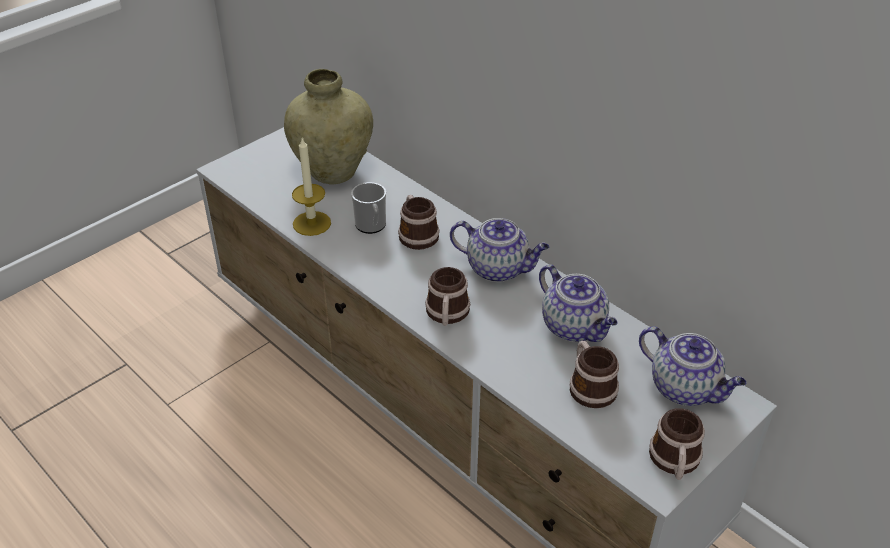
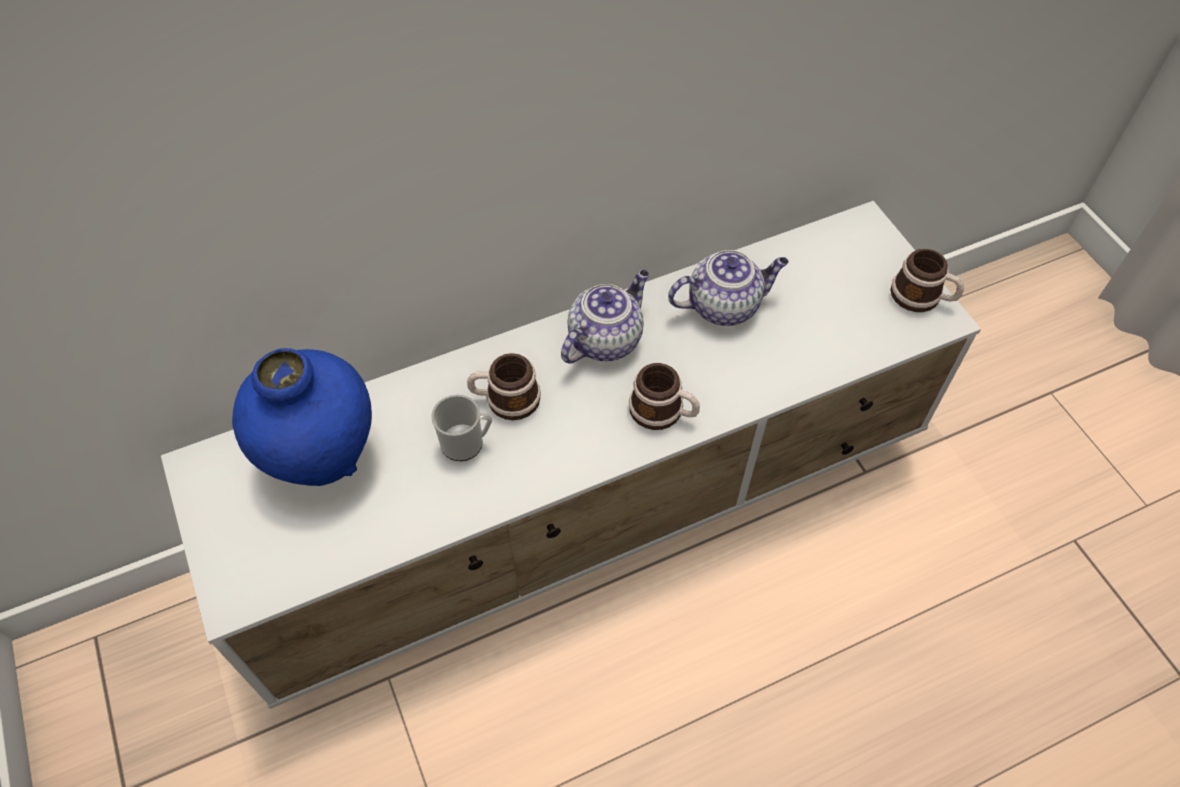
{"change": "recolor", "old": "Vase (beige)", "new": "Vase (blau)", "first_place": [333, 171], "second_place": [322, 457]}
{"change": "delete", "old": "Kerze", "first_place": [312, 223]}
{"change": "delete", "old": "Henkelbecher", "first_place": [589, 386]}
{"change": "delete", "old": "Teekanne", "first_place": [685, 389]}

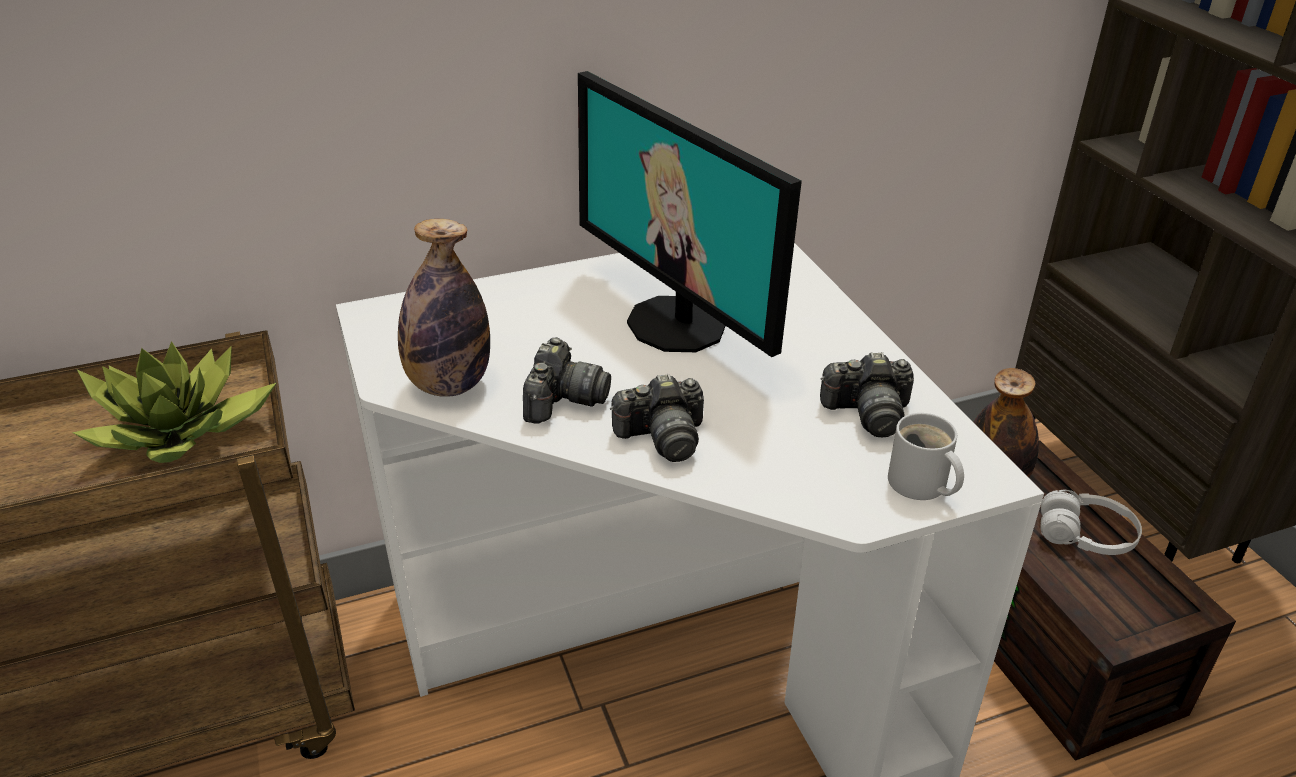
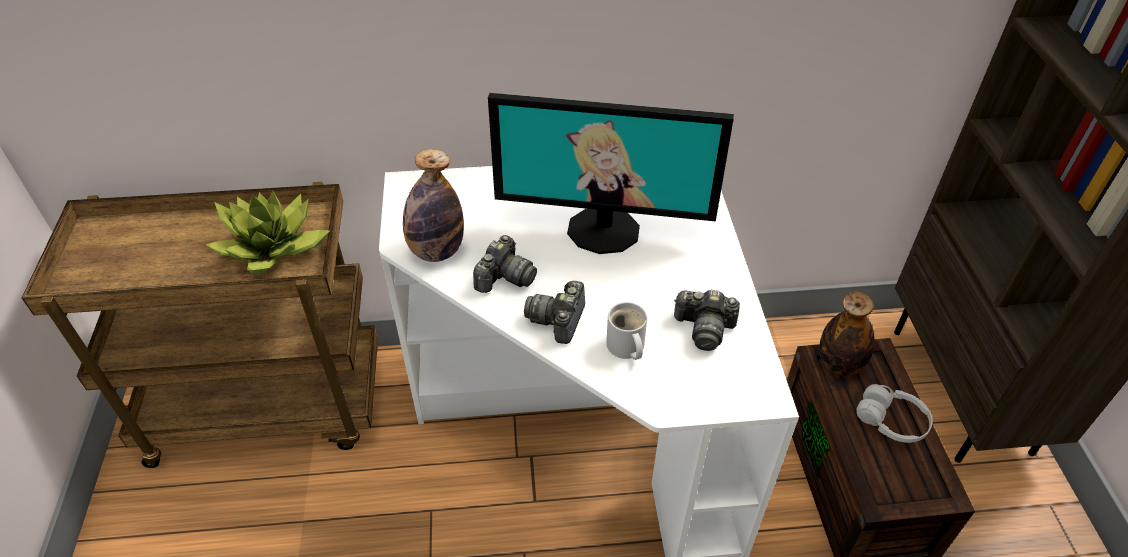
{"change": "rotate", "old": "Monitor", "first_place": [678, 324], "second_place": [604, 229], "degrees": -60}
{"change": "rotate", "old": "Kamera", "first_place": [662, 438], "second_place": [558, 320], "degrees": 105}
{"change": "move", "old": "Henkelbecher (weiß)", "first_place": [920, 485], "second_place": [625, 347]}

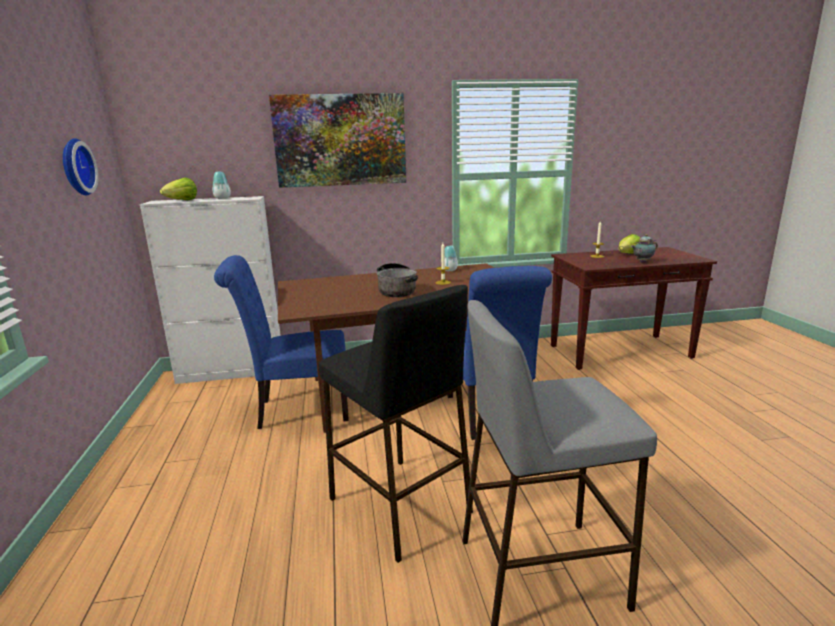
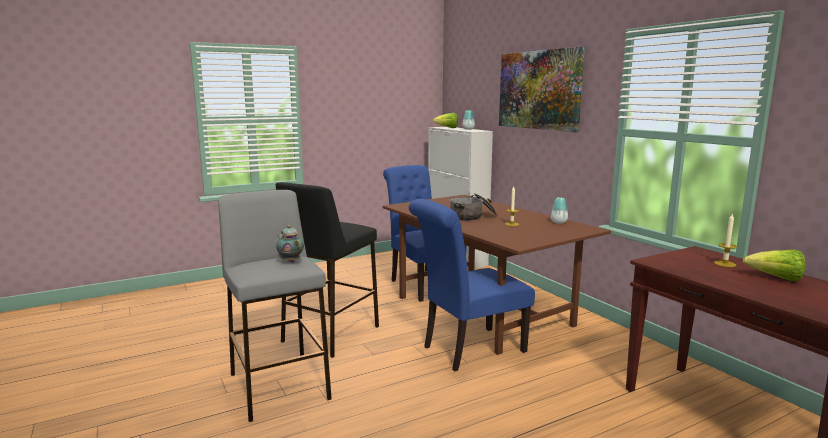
{"change": "delete", "old": "Wanduhr", "first_place": [75, 167]}
{"change": "move", "old": "Teekanne", "first_place": [642, 262], "second_place": [290, 261]}

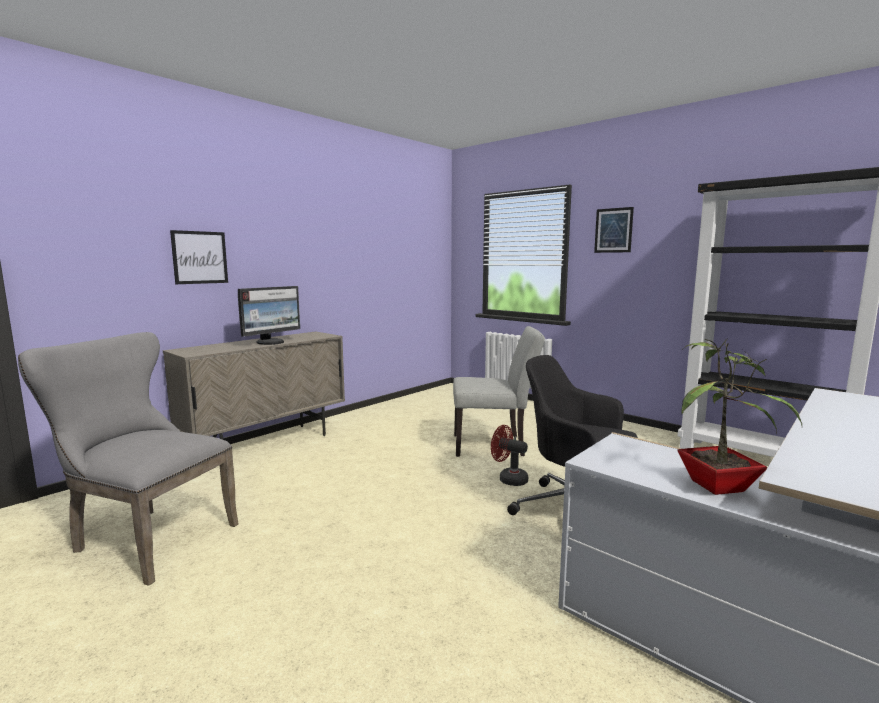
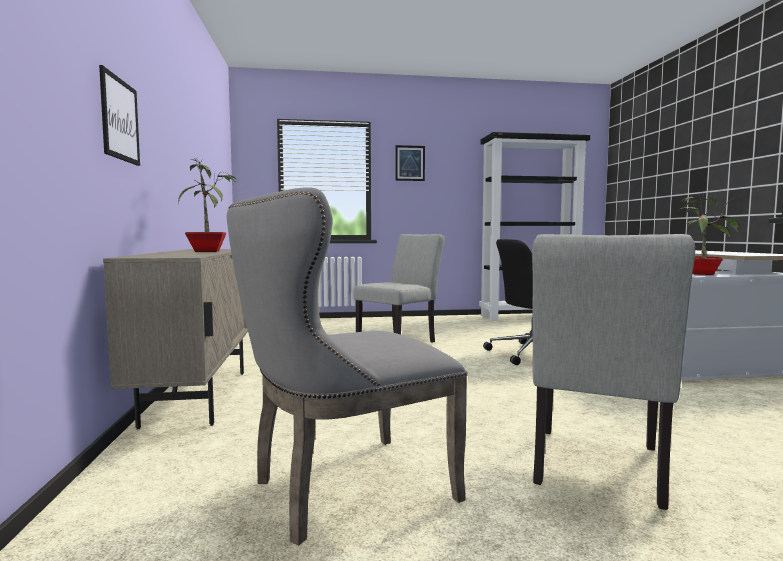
{"change": "replace", "old": "Monitor", "new": "Topfpflanze", "first_place": [271, 342], "second_place": [209, 251]}
{"change": "delete", "old": "Ventilator (rot)", "first_place": [508, 479]}
{"change": "insert", "new": "Stuhl (grau)", "second_place": [596, 470]}

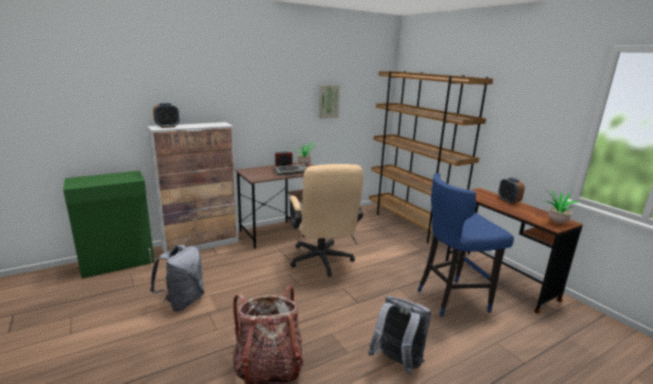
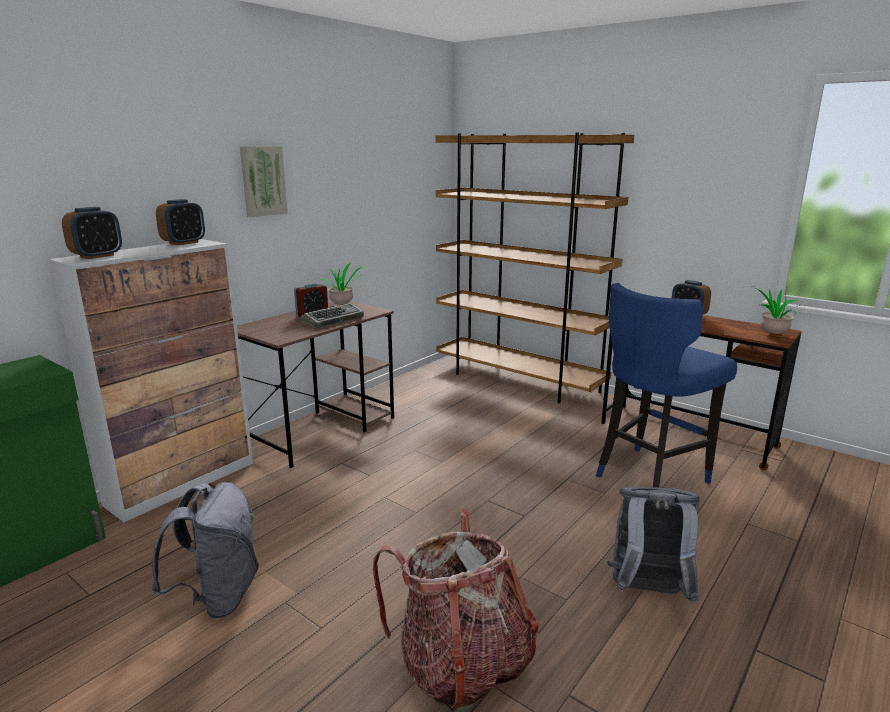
{"change": "delete", "old": "Bürostuhl (beige)", "first_place": [322, 262]}
{"change": "move", "old": "Bild", "first_place": [328, 101], "second_place": [262, 181]}
{"change": "insert", "new": "Wecker", "second_place": [184, 243]}

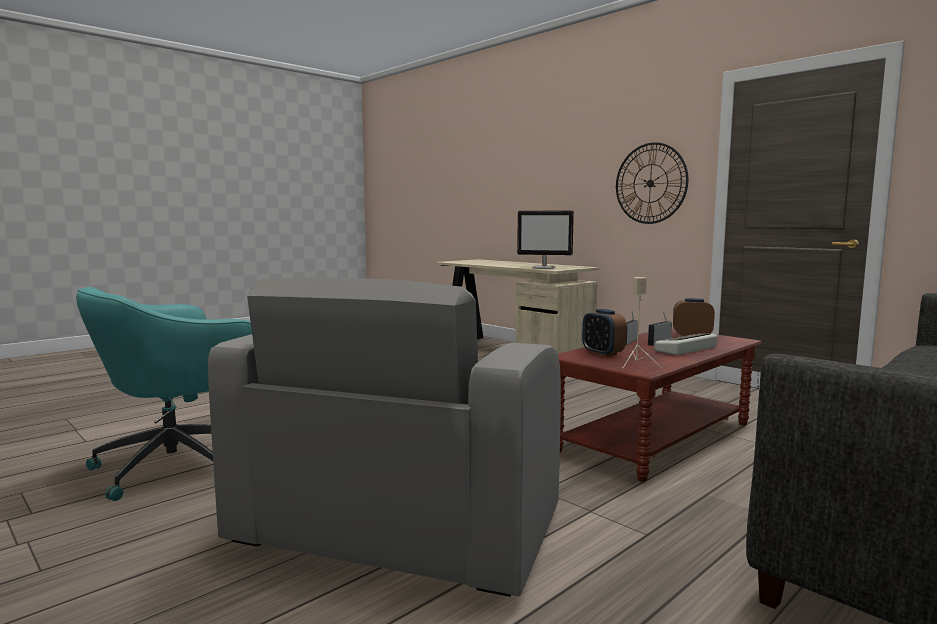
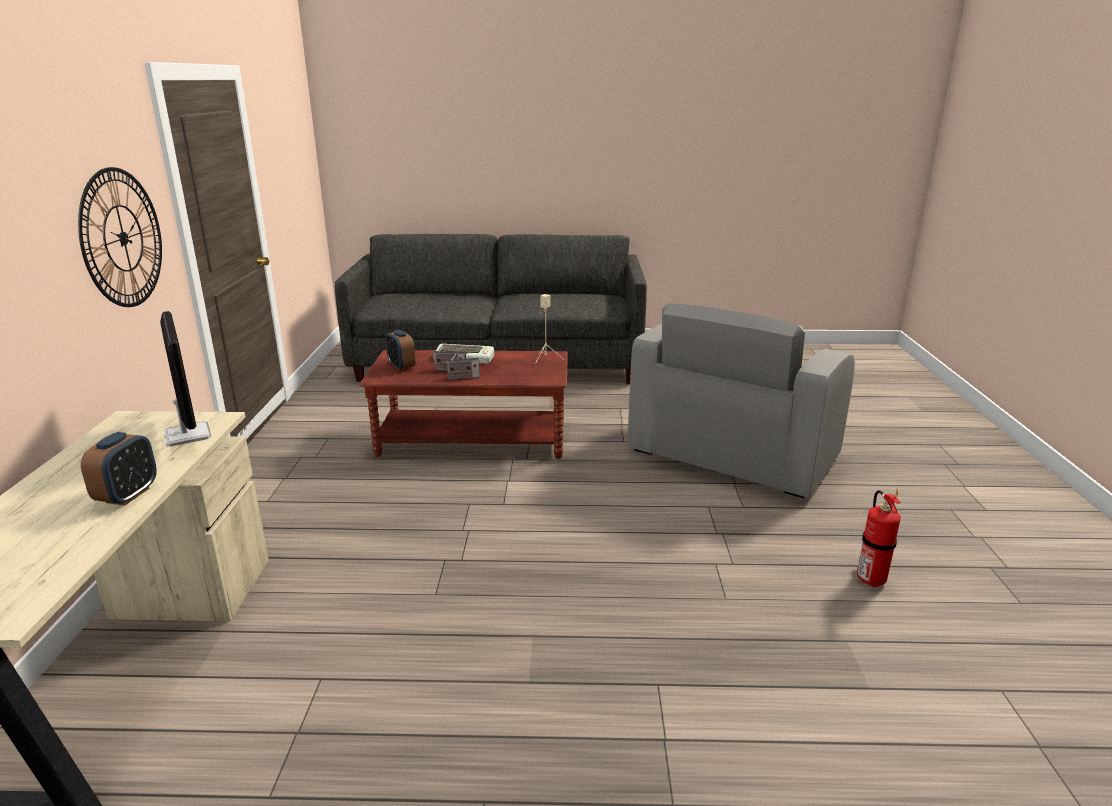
{"change": "replace", "old": "Bürostuhl (türkis)", "new": "Feuerlöscher", "first_place": [179, 464], "second_place": [869, 579]}
{"change": "rotate", "old": "Sessel (grau)", "first_place": [398, 528], "second_place": [732, 454], "degrees": 150}
{"change": "move", "old": "Wecker", "first_place": [602, 353], "second_place": [128, 495]}

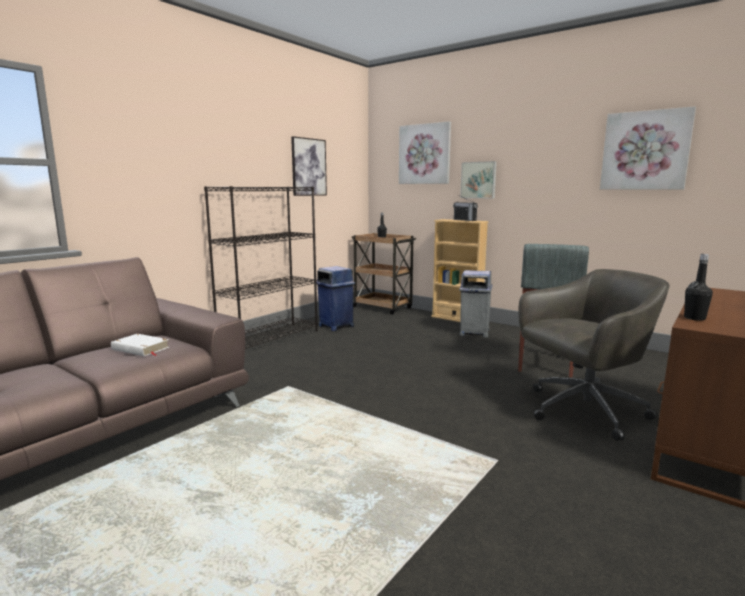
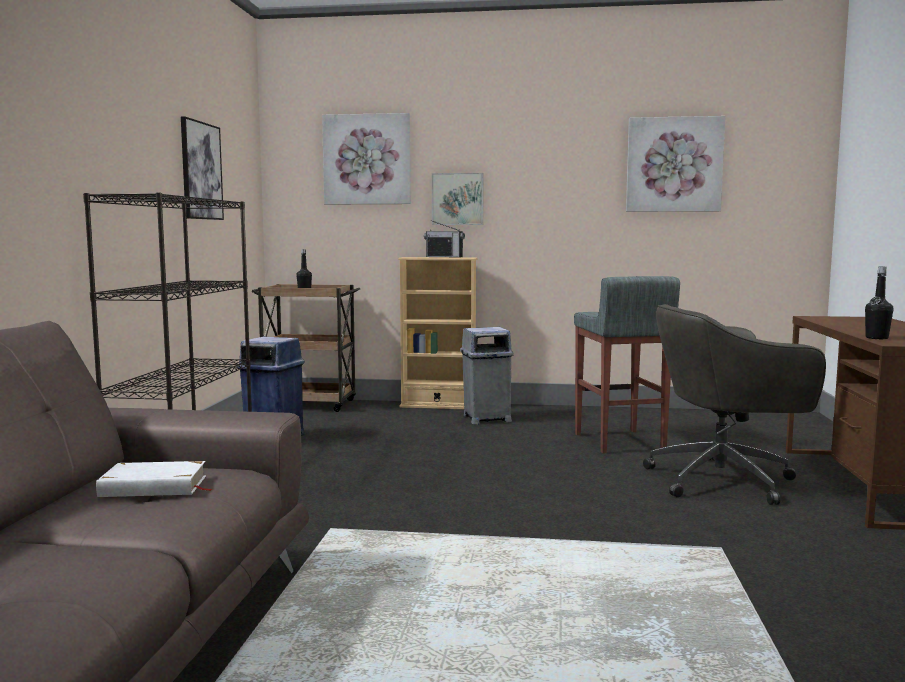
{"change": "rotate", "old": "Bürostuhl (grau)", "first_place": [582, 411], "second_place": [724, 480], "degrees": -135}

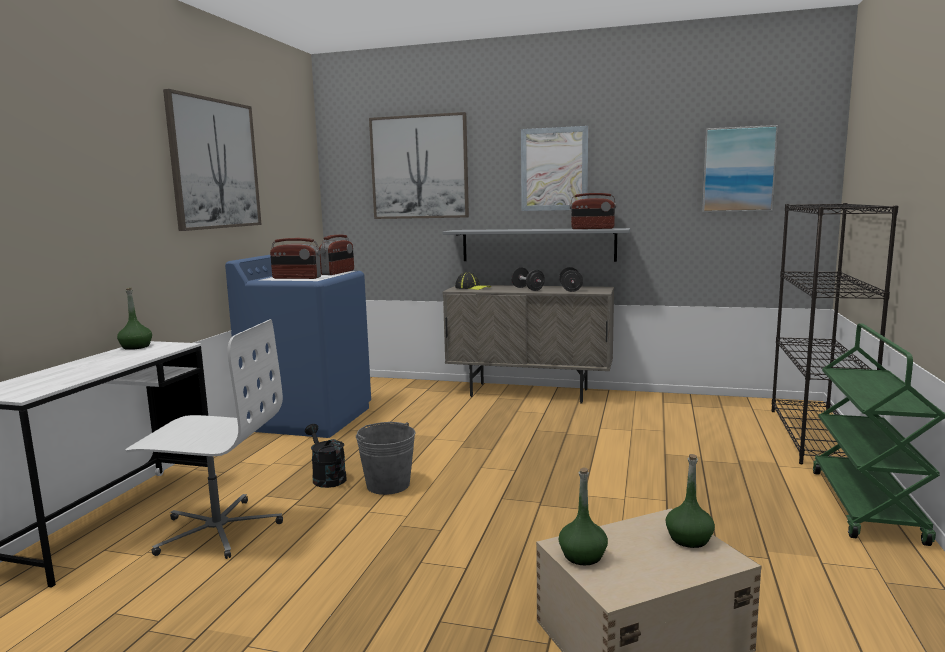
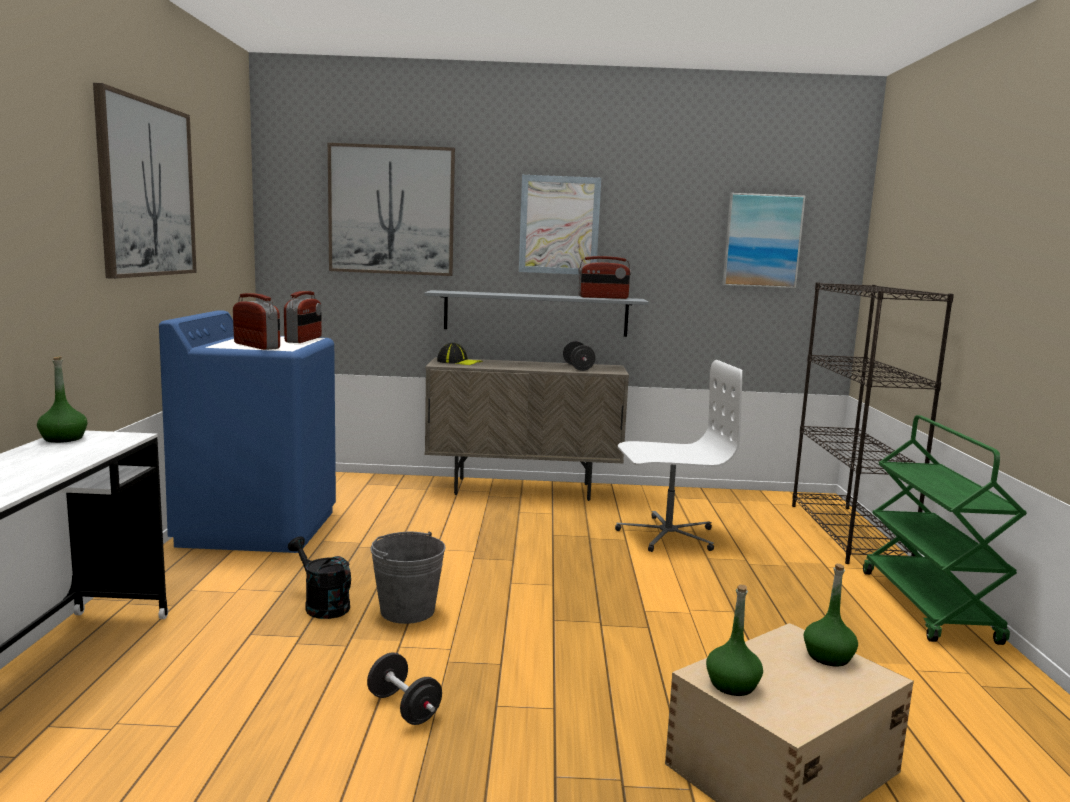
{"change": "move", "old": "Bürostuhl (weiß)", "first_place": [217, 529], "second_place": [667, 535]}
{"change": "rotate", "old": "Radio", "first_place": [296, 278], "second_place": [257, 346], "degrees": -135}
{"change": "move", "old": "Hantel (schwarz)", "first_place": [527, 289], "second_place": [404, 708]}

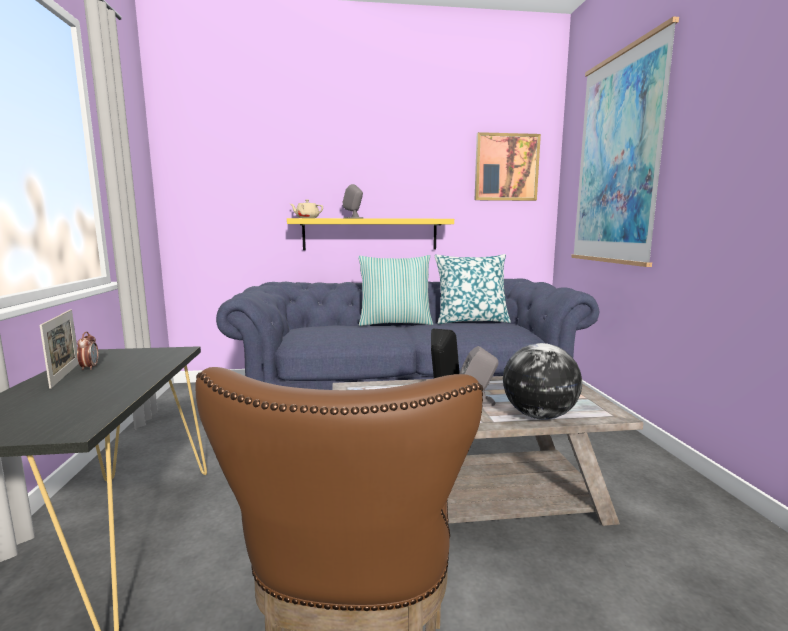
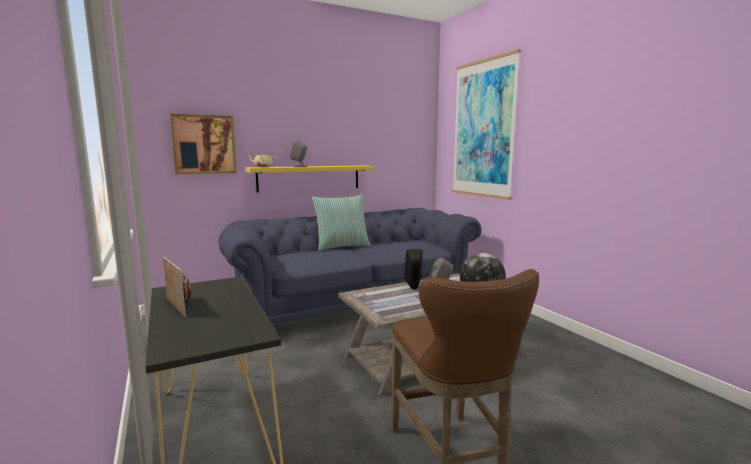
{"change": "delete", "old": "Kissen", "first_place": [471, 321]}
{"change": "move", "old": "Bild", "first_place": [506, 167], "second_place": [204, 144]}

